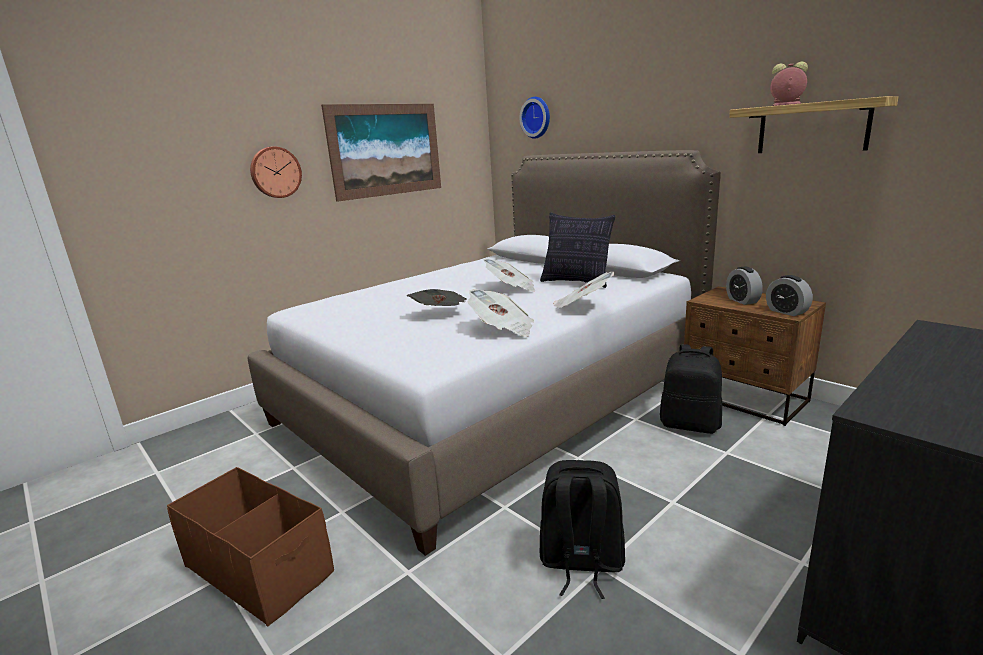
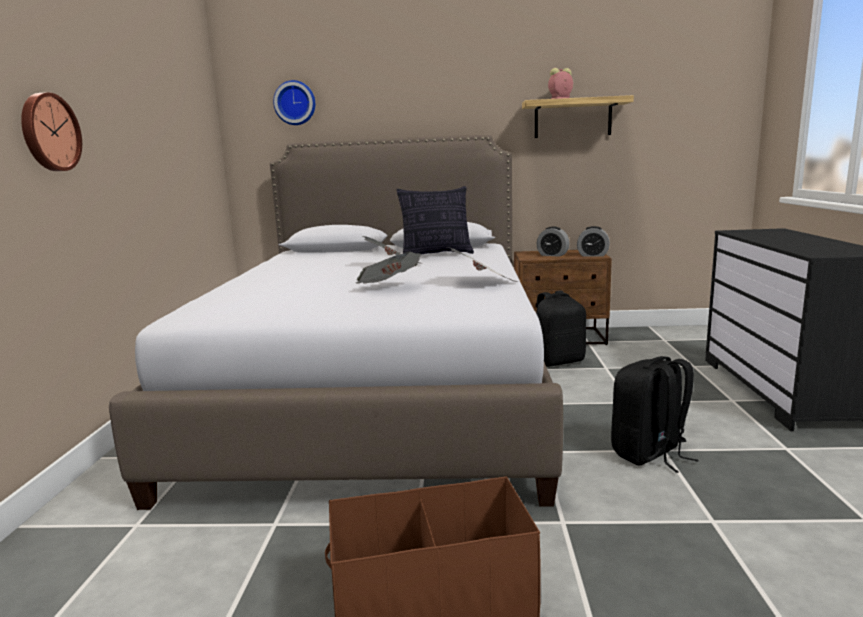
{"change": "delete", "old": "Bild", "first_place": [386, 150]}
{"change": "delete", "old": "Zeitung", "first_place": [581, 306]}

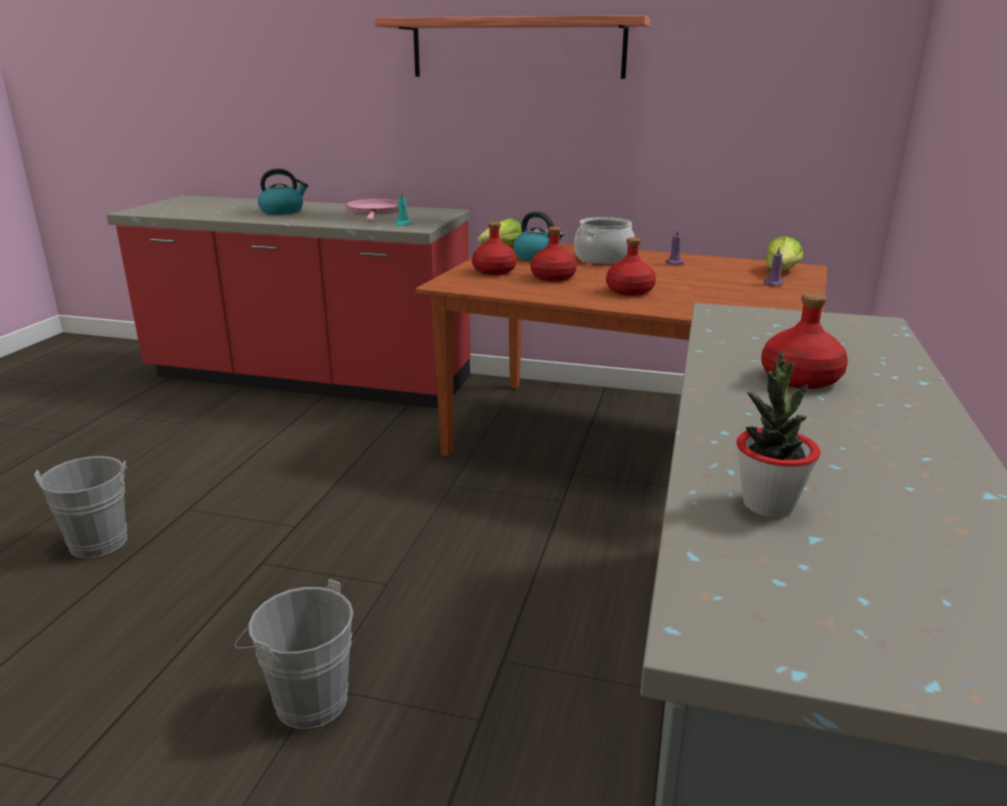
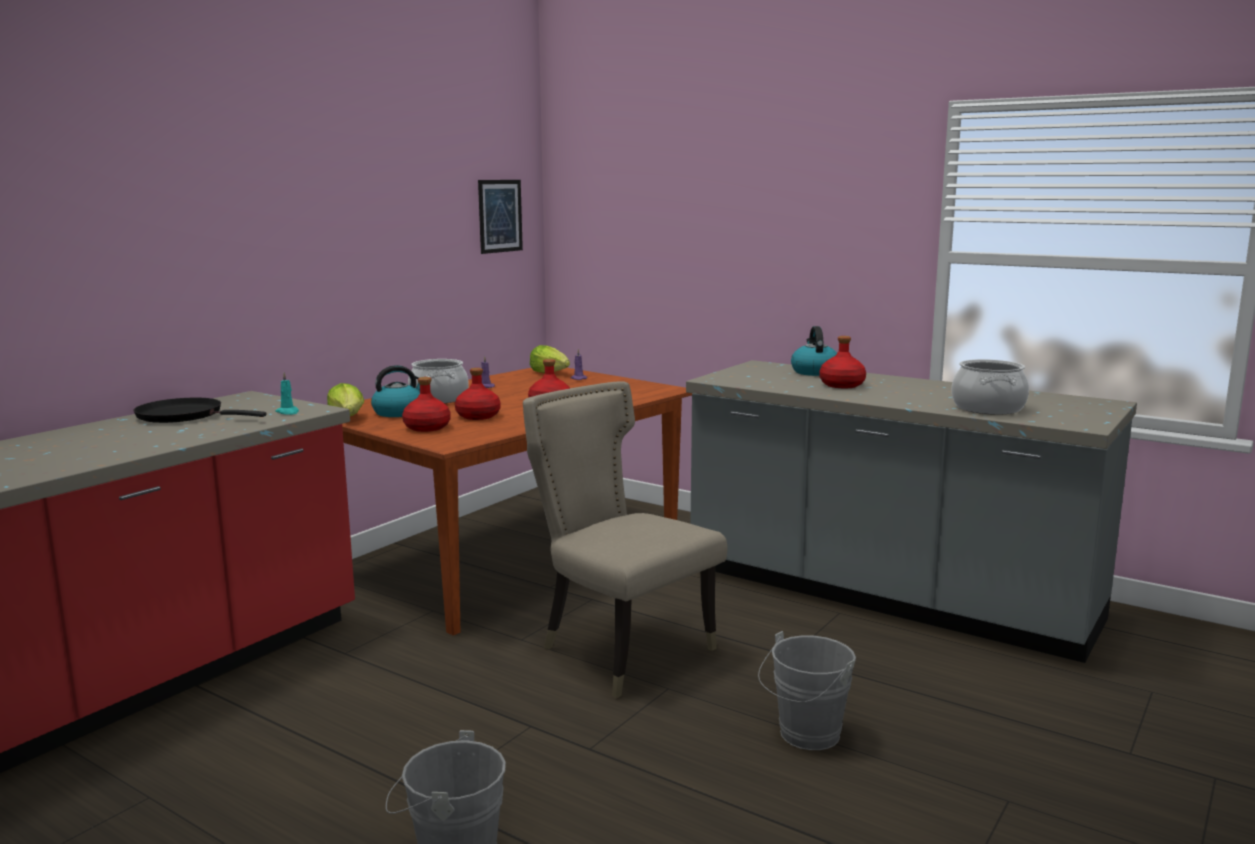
{"change": "move", "old": "Wasserkessel", "first_place": [282, 211], "second_place": [814, 372]}
{"change": "recolor", "old": "Pfanne (rosa)", "new": "Pfanne (schwarz)", "first_place": [376, 212], "second_place": [185, 416]}
{"change": "delete", "old": "Wandregal", "first_place": [517, 48]}
{"change": "replace", "old": "Topfpflanze", "new": "Kochtopf", "first_place": [768, 504], "second_place": [987, 408]}
{"change": "insert", "new": "Bild", "second_place": [500, 216]}
{"change": "insert", "new": "Stuhl (beige)", "second_place": [620, 649]}

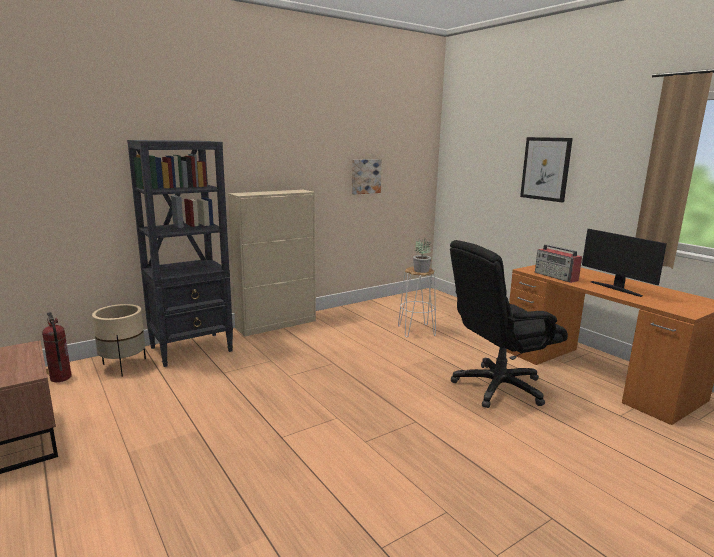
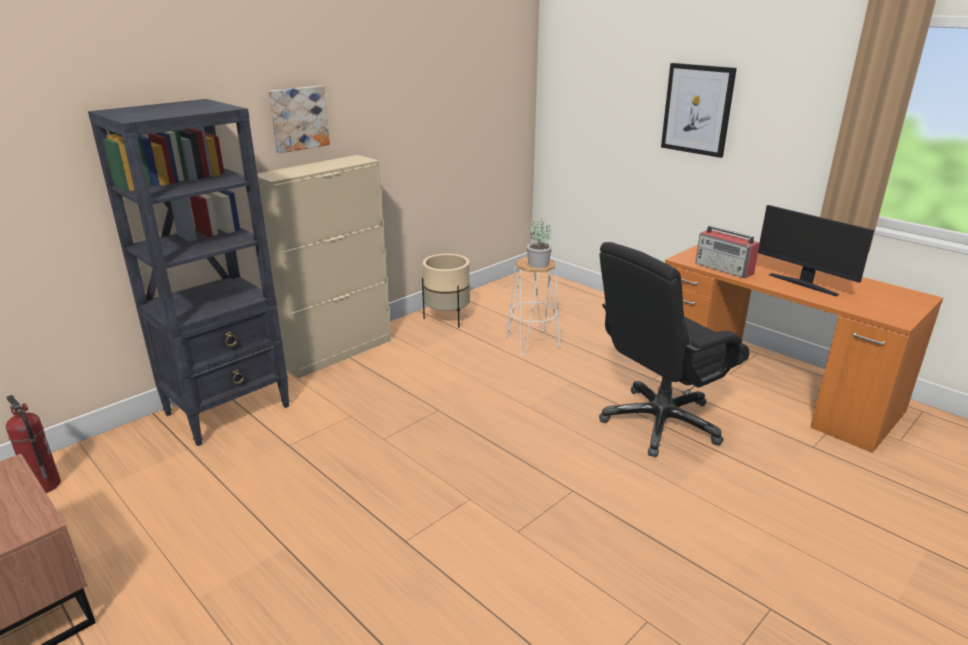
{"change": "move", "old": "Pflanzkübel (beige)", "first_place": [124, 366], "second_place": [447, 319]}
{"change": "move", "old": "Bild", "first_place": [365, 176], "second_place": [298, 118]}

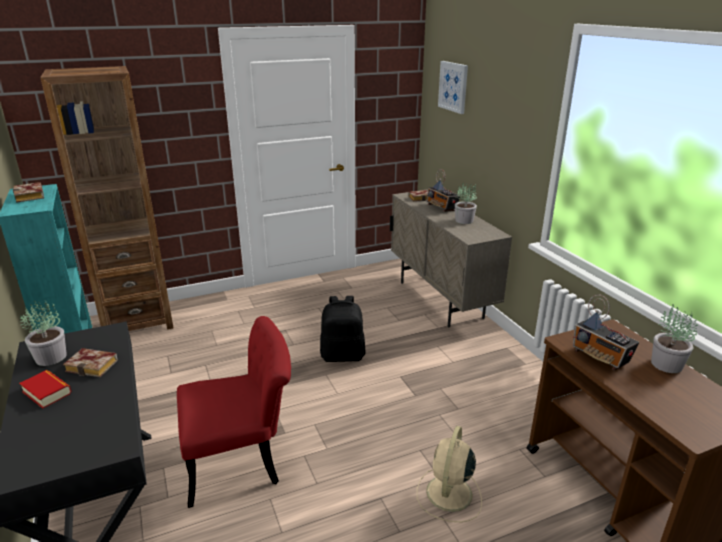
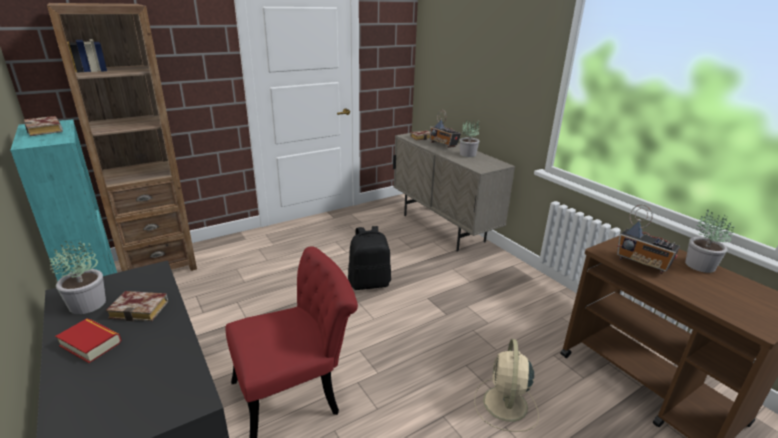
{"change": "delete", "old": "Bild", "first_place": [453, 86]}

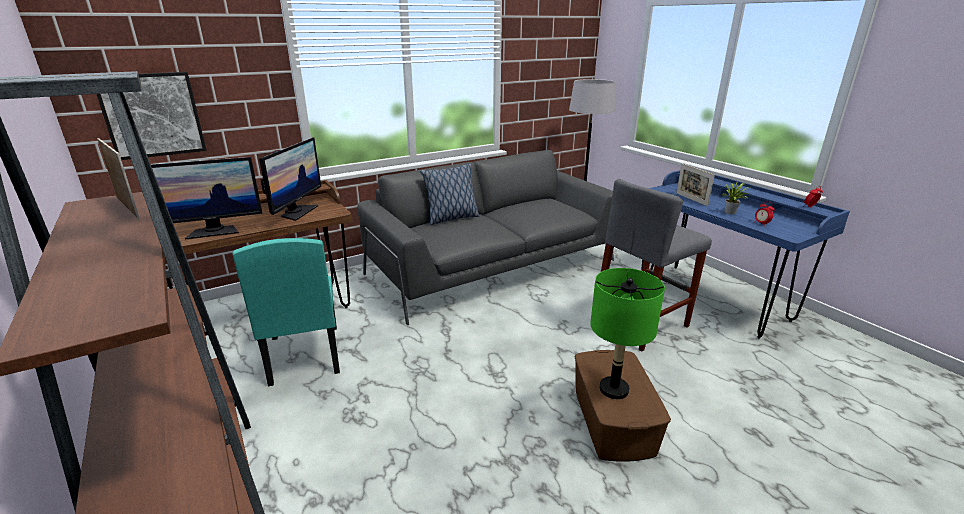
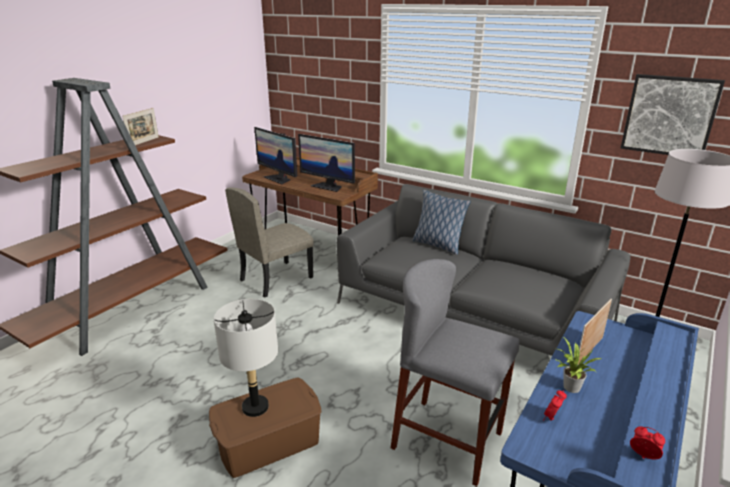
{"change": "move", "old": "Bild", "first_place": [152, 115], "second_place": [669, 116]}
{"change": "recolor", "old": "Stuhl (türkis)", "new": "Stuhl (beige)", "first_place": [304, 355], "second_place": [276, 278]}
{"change": "rotate", "old": "Monitor", "first_place": [297, 212], "second_place": [328, 186], "degrees": 45}
{"change": "recolor", "old": "Tischlampe (grün)", "new": "Tischlampe (grau)", "first_place": [613, 389], "second_place": [255, 407]}

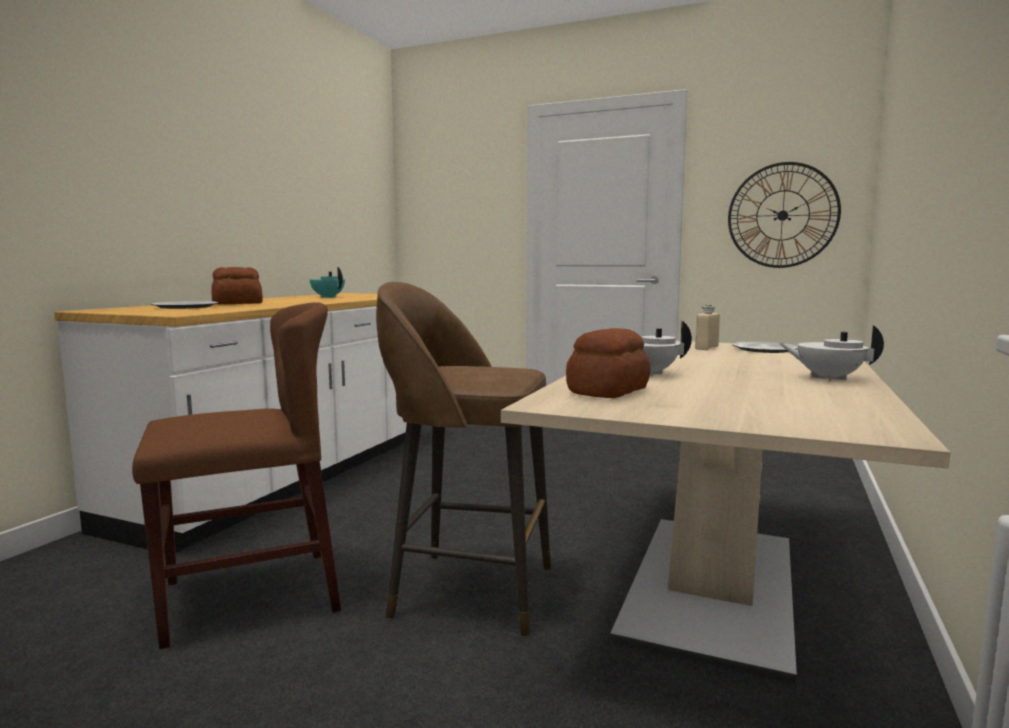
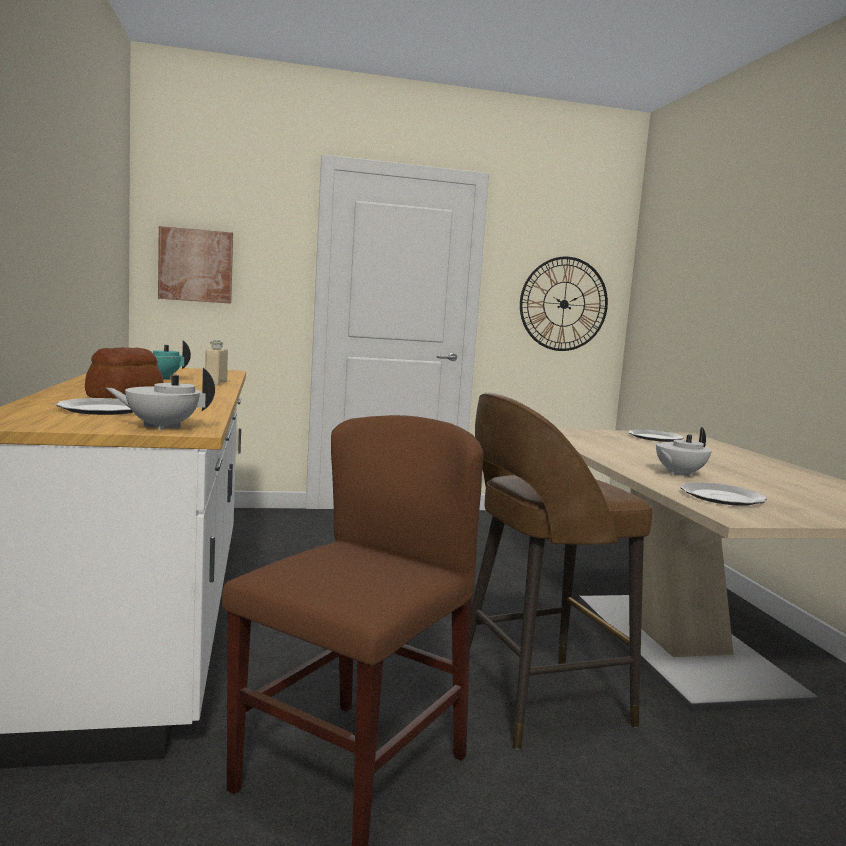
{"change": "replace", "old": "Brot", "new": "Teller", "first_place": [609, 391], "second_place": [722, 497]}
{"change": "move", "old": "Flasche (beige)", "first_place": [706, 348], "second_place": [216, 383]}
{"change": "move", "old": "Teekanne (weiß)", "first_place": [828, 378], "second_place": [162, 427]}
{"change": "insert", "new": "Bild", "second_place": [196, 265]}

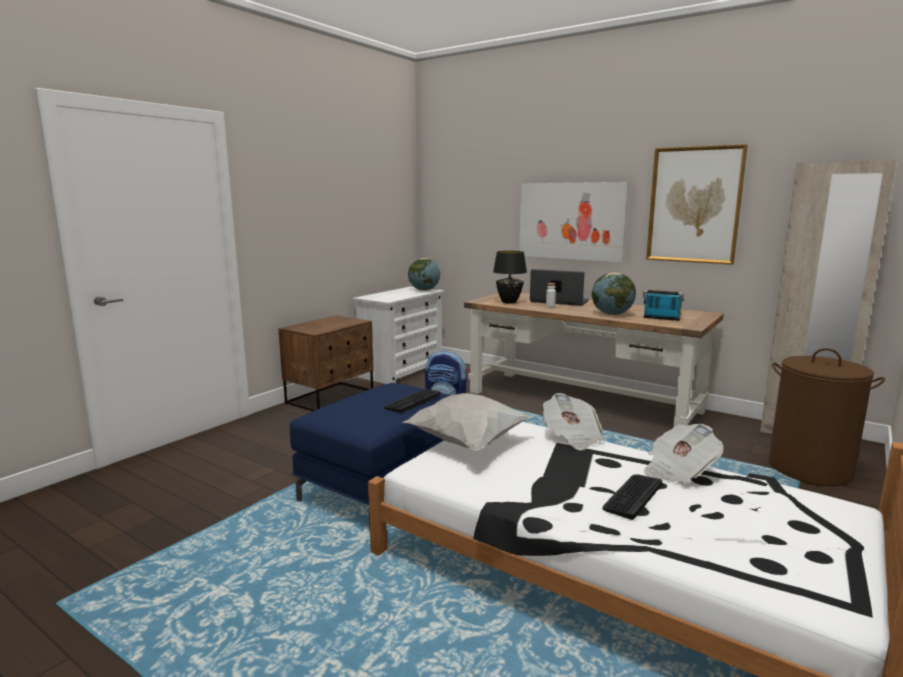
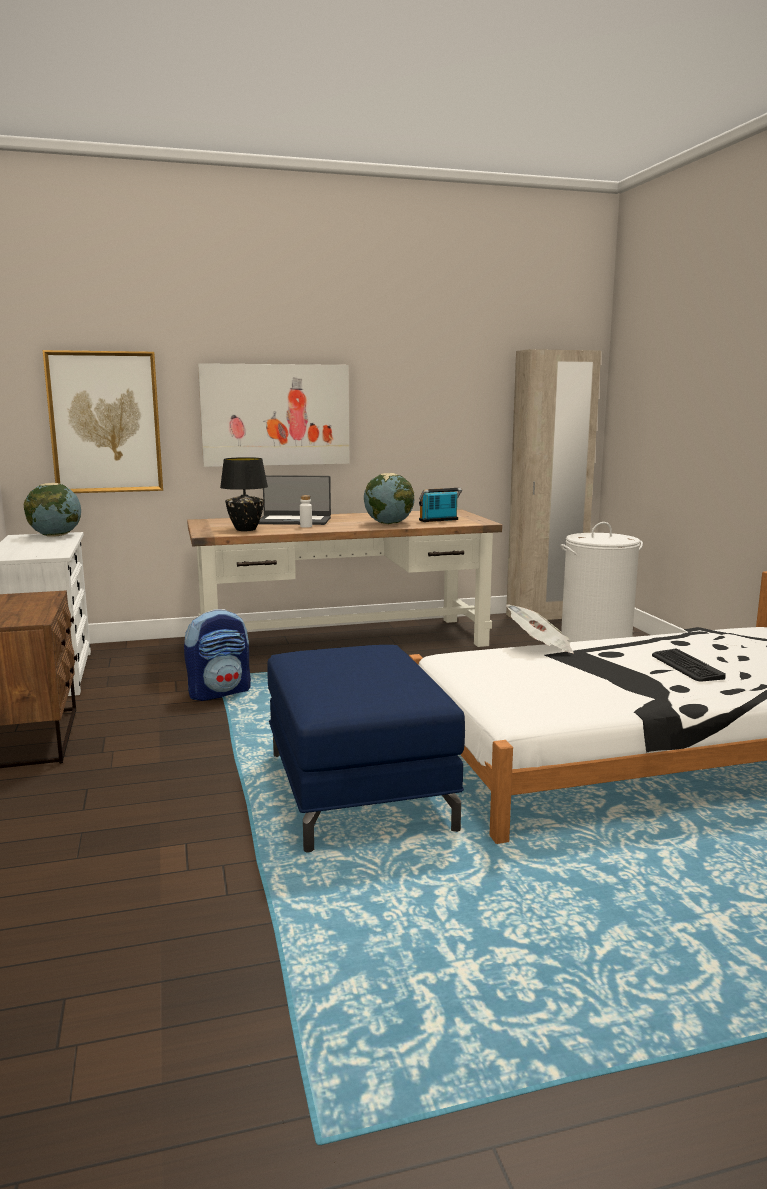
{"change": "delete", "old": "Tastatur", "first_place": [412, 401]}
{"change": "delete", "old": "Kissen (weiß)", "first_place": [469, 442]}
{"change": "rotate", "old": "Laptop", "first_place": [559, 301], "second_place": [294, 521], "degrees": -150}
{"change": "delete", "old": "Zeitung", "first_place": [678, 471]}
{"change": "move", "old": "Bild", "first_place": [694, 205], "second_place": [105, 422]}
{"change": "recolor", "old": "Wäschekorb (braun)", "new": "Wäschekorb (weiß)", "first_place": [810, 469], "second_place": [596, 637]}

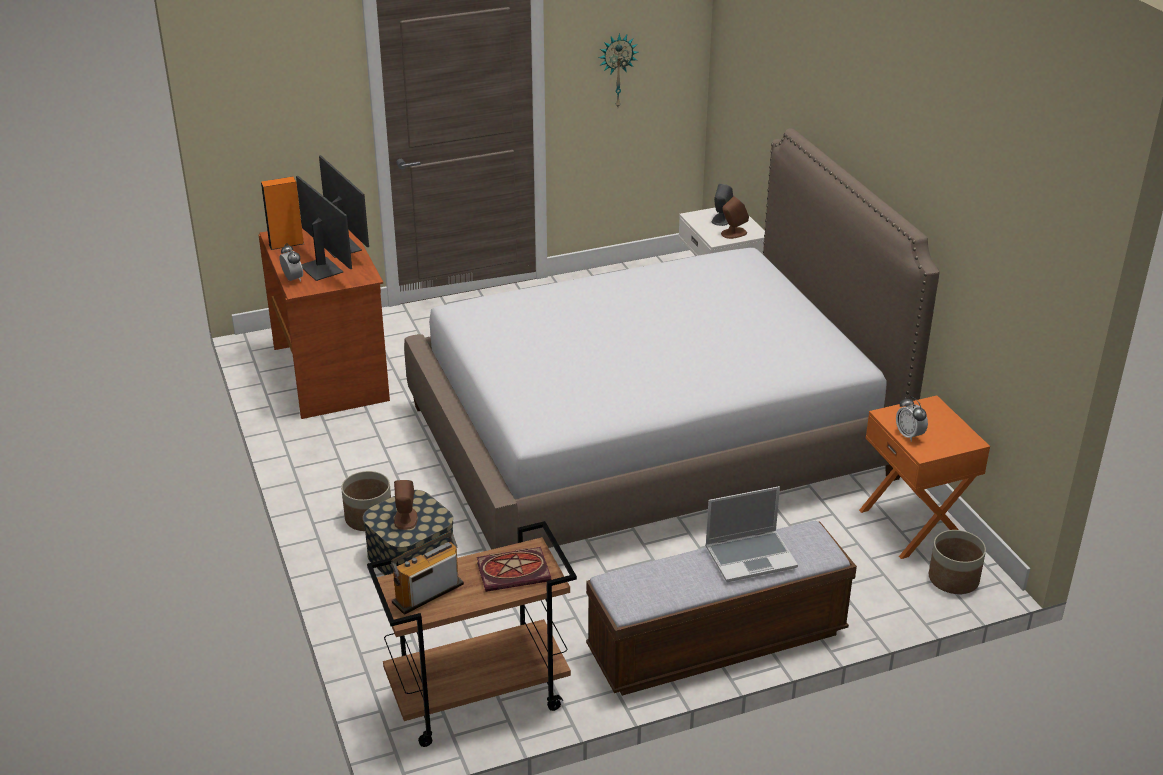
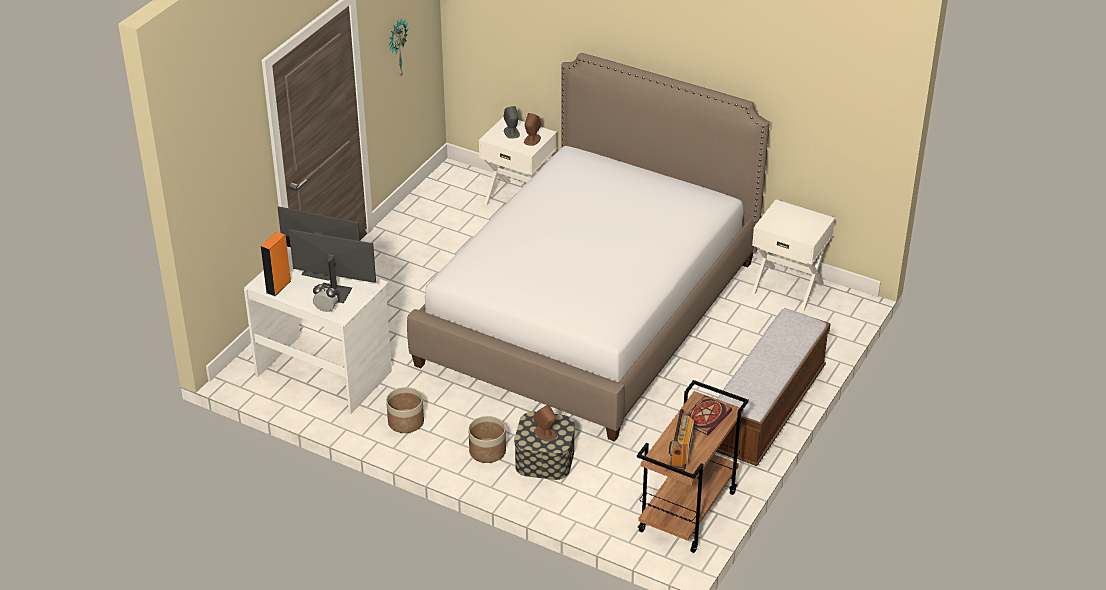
{"change": "recolor", "old": "Schreibtisch (braun)", "new": "Schreibtisch (weiß)", "first_place": [332, 374], "second_place": [325, 373]}
{"change": "delete", "old": "Laptop", "first_place": [751, 556]}
{"change": "recolor", "old": "Nachttisch (orange)", "new": "Nachttisch (weiß)", "first_place": [914, 525], "second_place": [788, 287]}
{"change": "delete", "old": "Wecker", "first_place": [909, 435]}
{"change": "move", "old": "Pflanzkübel", "first_place": [953, 579], "second_place": [406, 422]}

